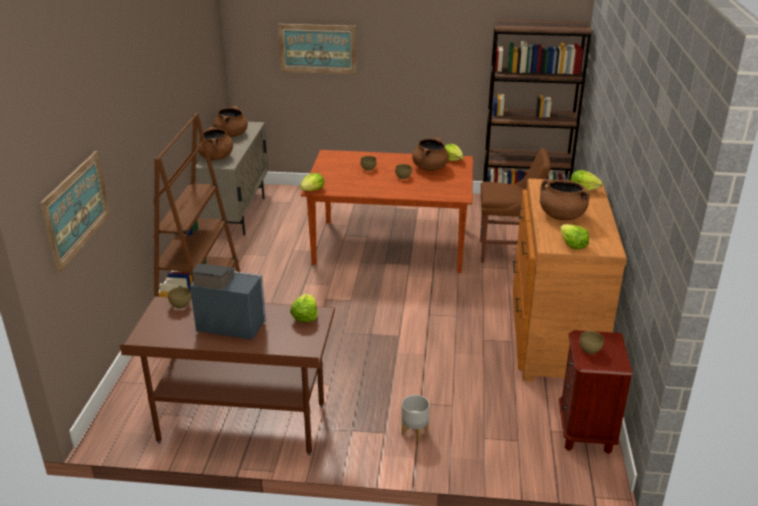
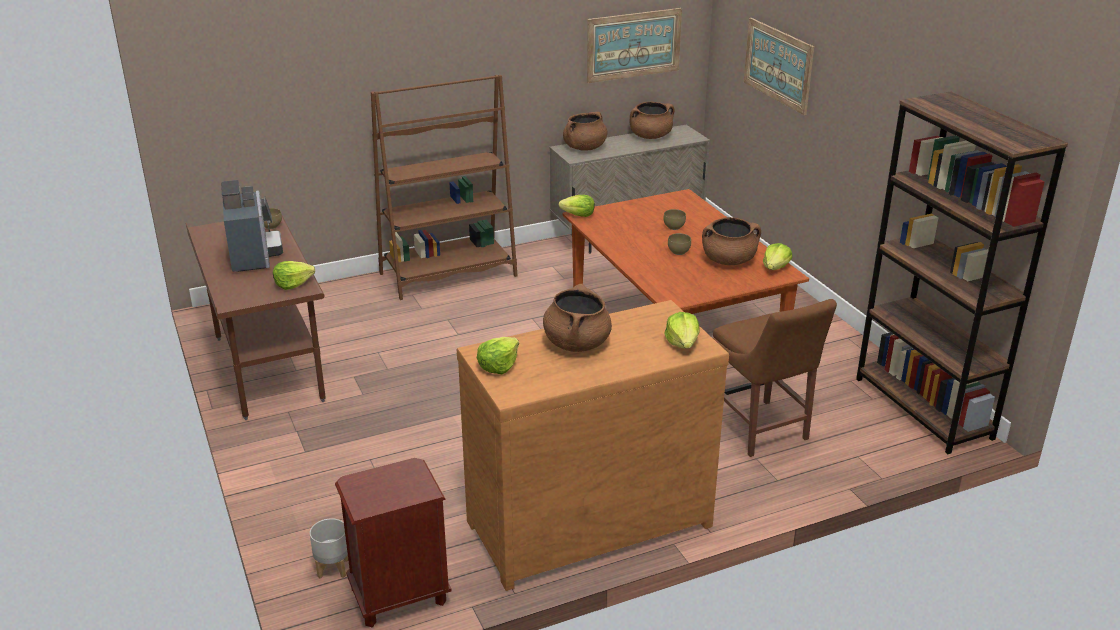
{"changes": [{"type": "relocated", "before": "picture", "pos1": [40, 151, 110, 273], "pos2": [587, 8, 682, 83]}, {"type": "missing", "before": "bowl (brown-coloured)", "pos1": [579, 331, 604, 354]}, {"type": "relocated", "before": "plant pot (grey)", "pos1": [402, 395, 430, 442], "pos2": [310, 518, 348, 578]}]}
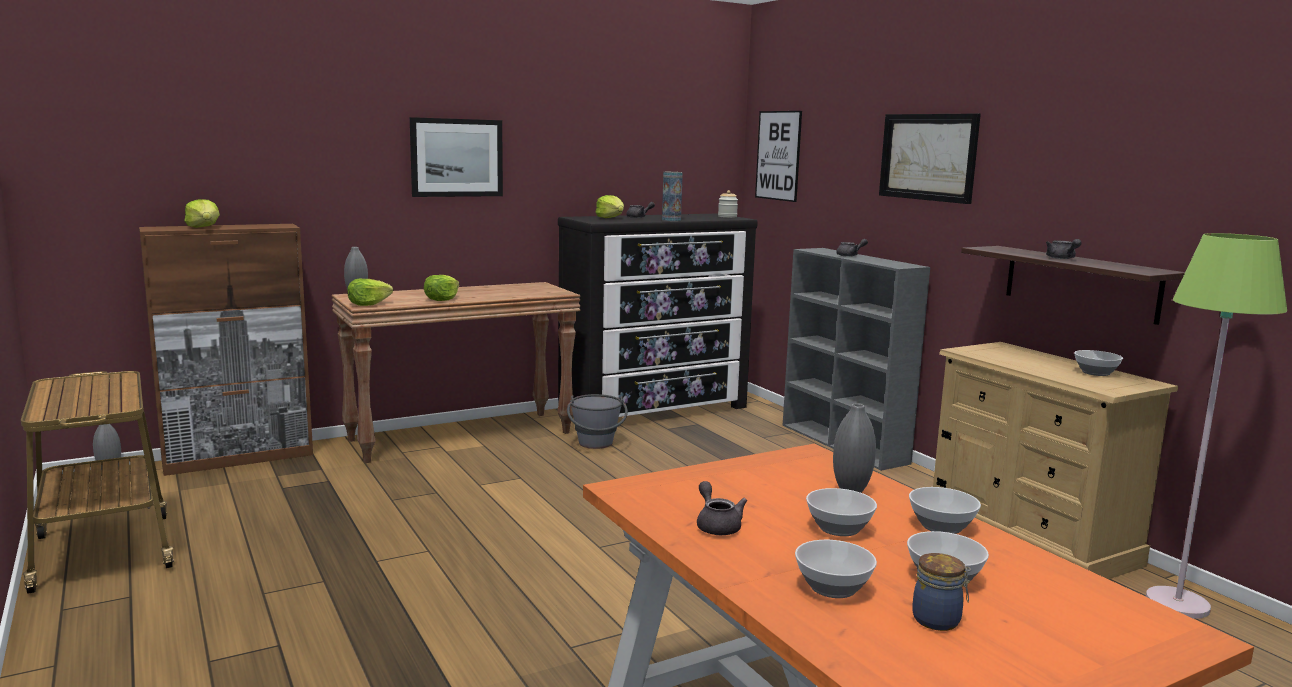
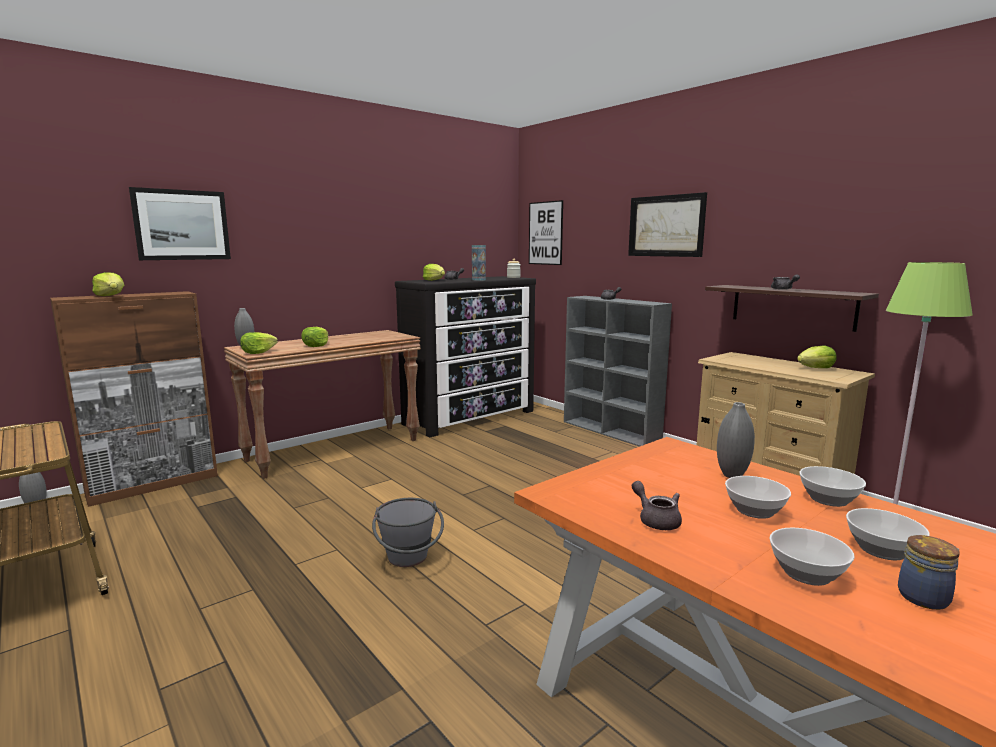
{"changes": [{"type": "relocated", "before": "picture", "pos1": [410, 117, 503, 197], "pos2": [129, 187, 231, 260]}, {"type": "exchanged", "before": "bowl", "after": "lettuce", "pos1": [1074, 350, 1123, 376], "pos2": [797, 346, 837, 368]}, {"type": "relocated", "before": "pail (grey)", "pos1": [567, 394, 628, 449], "pos2": [372, 498, 444, 567]}]}
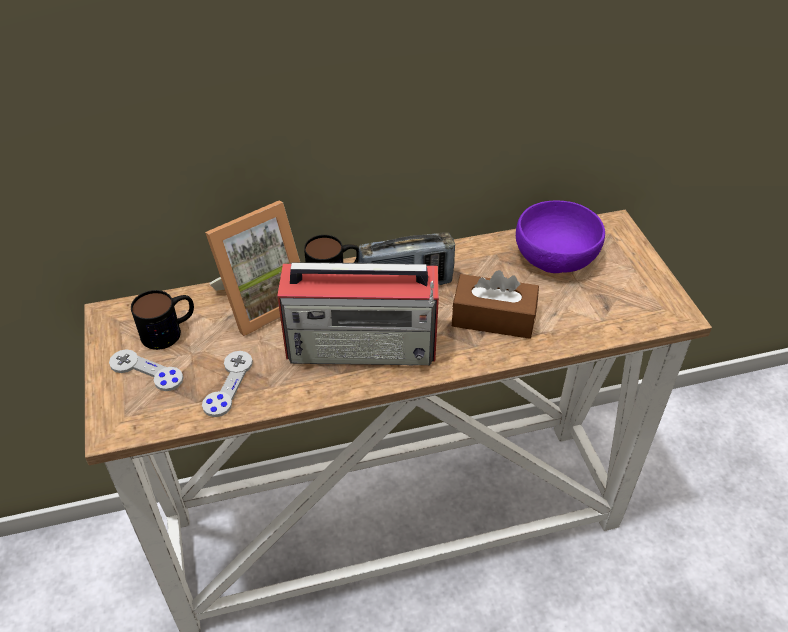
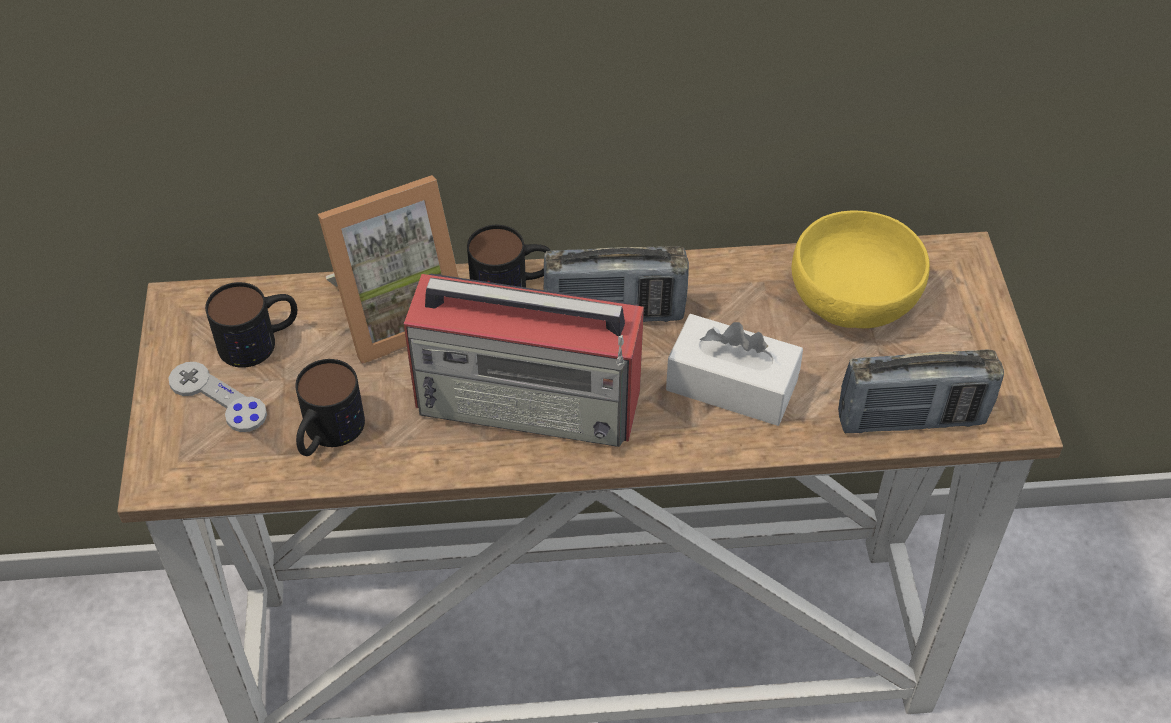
{"changes": [{"type": "colour", "before": "bowl (purplish)", "after": "bowl (yellowish)", "pos1": [516, 201, 605, 273], "pos2": [792, 210, 930, 328]}, {"type": "colour", "before": "tissue holder (brown-coloured)", "after": "tissue holder (whitish)", "pos1": [452, 270, 539, 339], "pos2": [666, 314, 803, 426]}, {"type": "exchanged", "before": "gamepad (grey)", "after": "coffee mug", "pos1": [202, 351, 253, 417], "pos2": [295, 359, 365, 456]}, {"type": "appeared", "after": "radio receiver", "pos2": [838, 349, 1004, 433]}]}
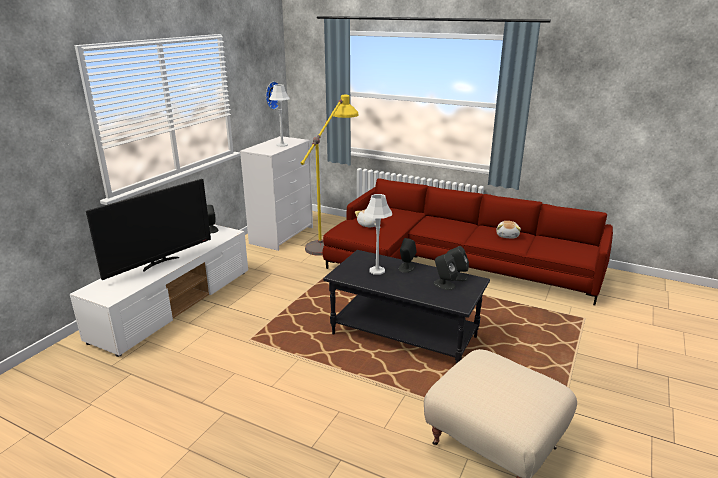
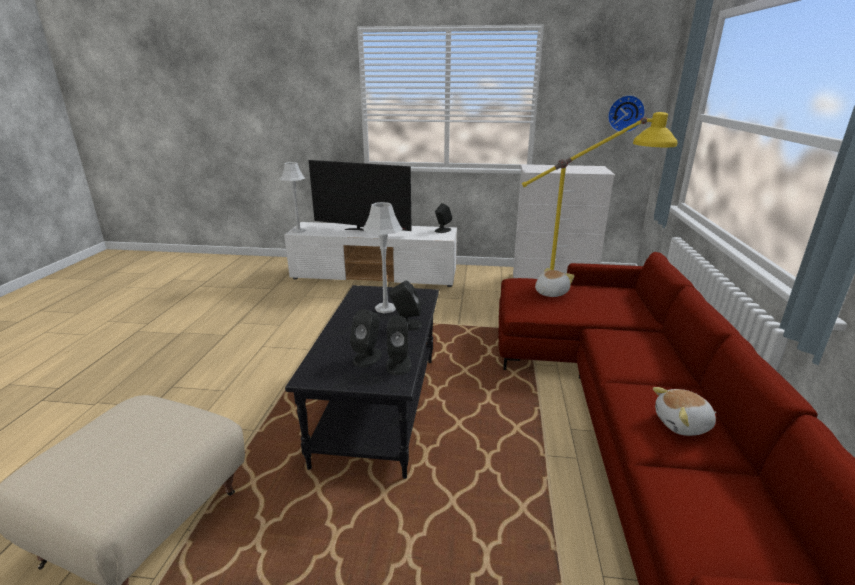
{"changes": [{"type": "relocated", "before": "lamp for a table (grey)", "pos1": [269, 85, 290, 147], "pos2": [280, 162, 306, 233]}]}
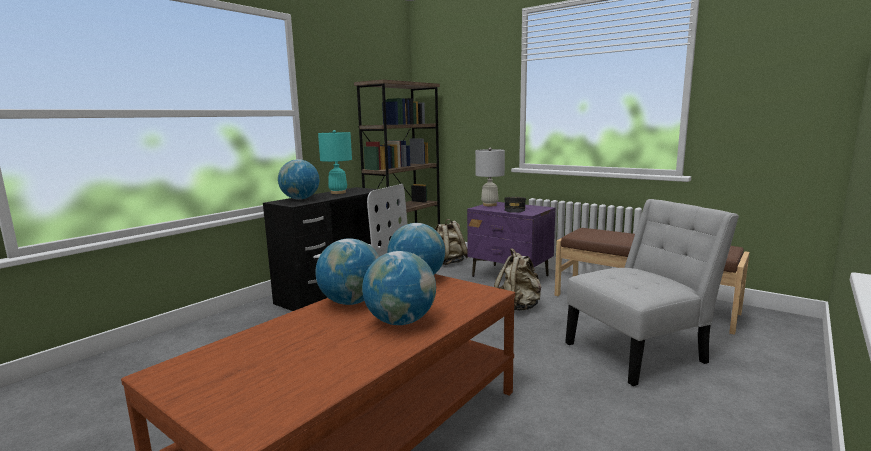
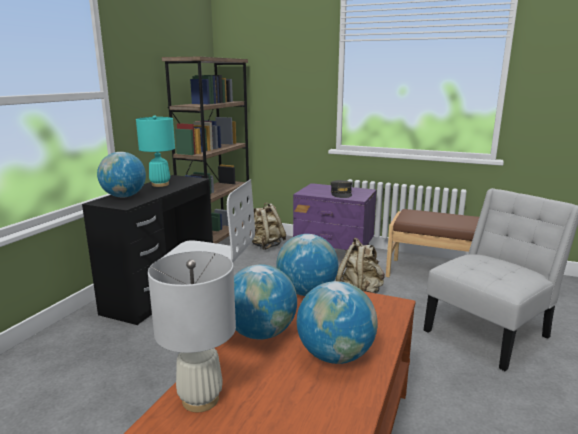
{"changes": [{"type": "relocated", "before": "lamp for a table (whitish)", "pos1": [475, 148, 505, 206], "pos2": [148, 251, 236, 412]}]}
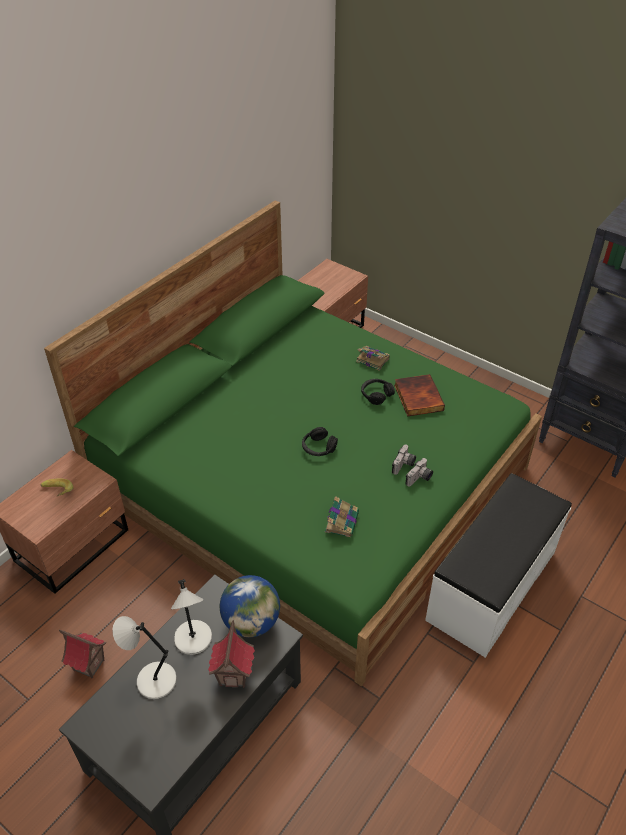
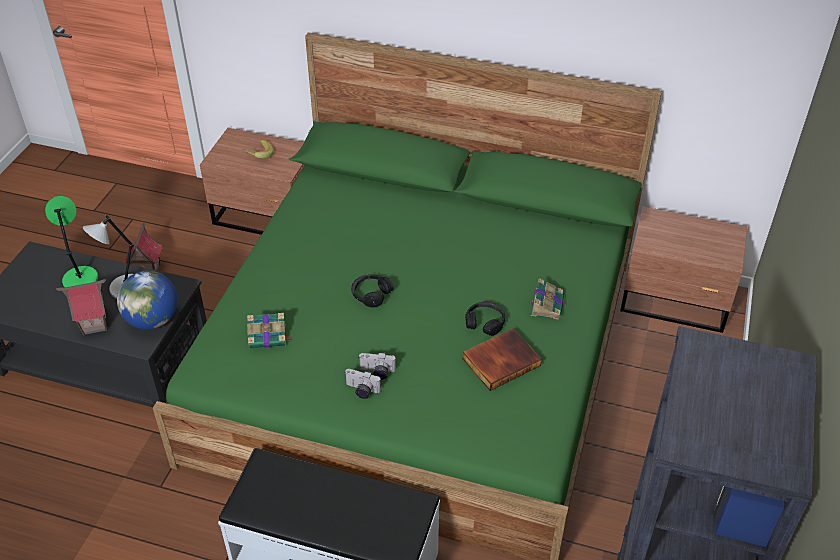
{"changes": [{"type": "colour", "before": "lamp for a table (grey)", "after": "lamp for a table (greenish)", "pos1": [112, 616, 177, 699], "pos2": [45, 196, 98, 287]}]}
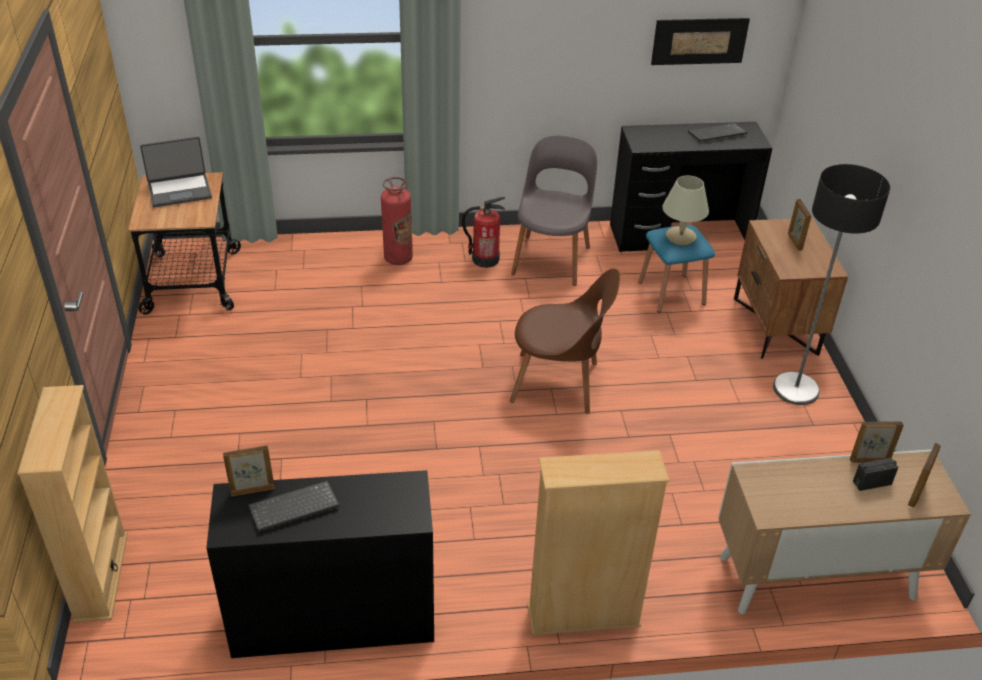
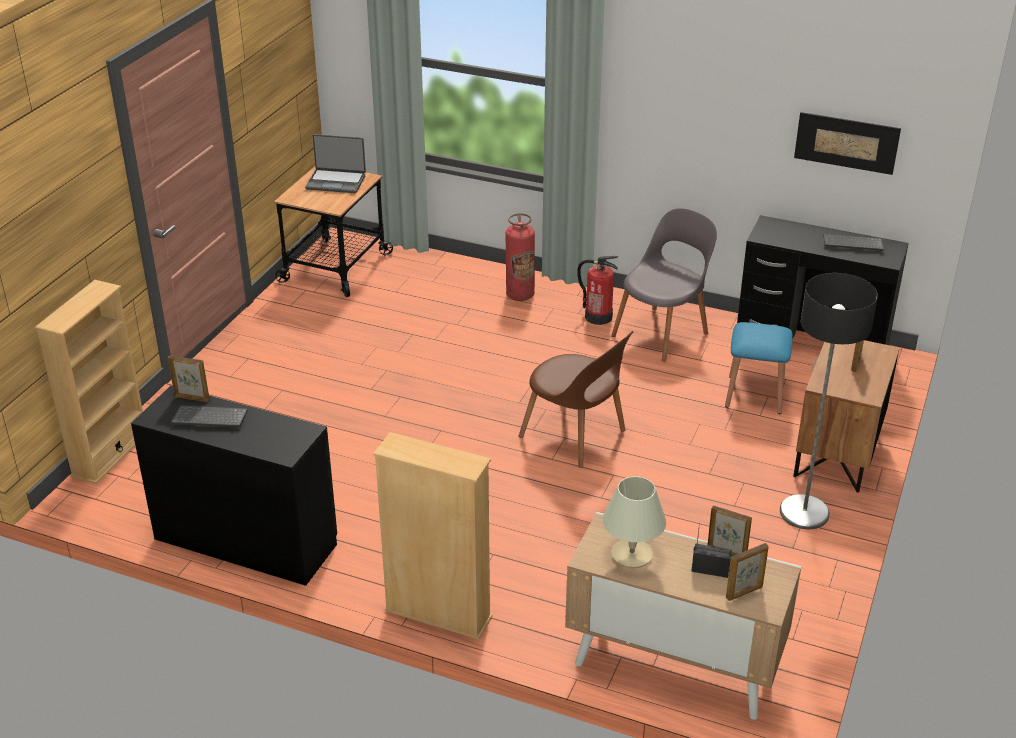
{"changes": [{"type": "relocated", "before": "lamp for a table (beige-coloured)", "pos1": [662, 176, 709, 245], "pos2": [603, 476, 666, 568]}]}
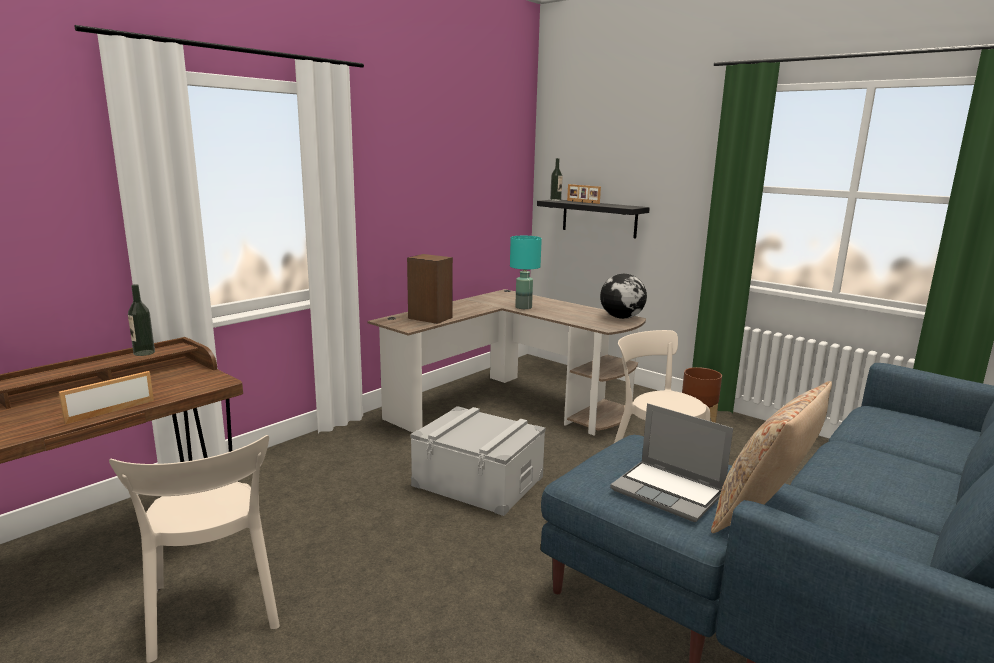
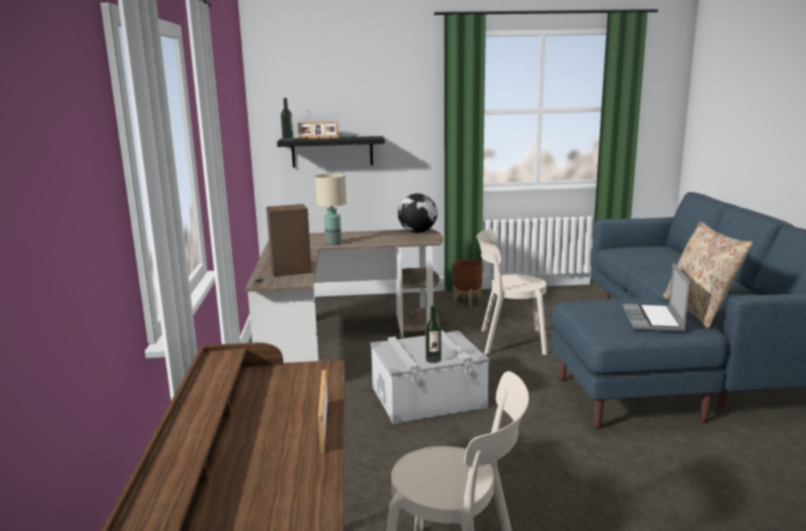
{"changes": [{"type": "colour", "before": "lamp for a table (blue-green)", "after": "lamp for a table (beige-coloured)", "pos1": [510, 236, 542, 309], "pos2": [315, 173, 347, 245]}, {"type": "relocated", "before": "bottle", "pos1": [128, 284, 155, 356], "pos2": [425, 305, 441, 363]}, {"type": "spun", "before": "laptop", "pos1": [610, 403, 733, 522], "pos2": [623, 263, 690, 332], "turn": 105}]}
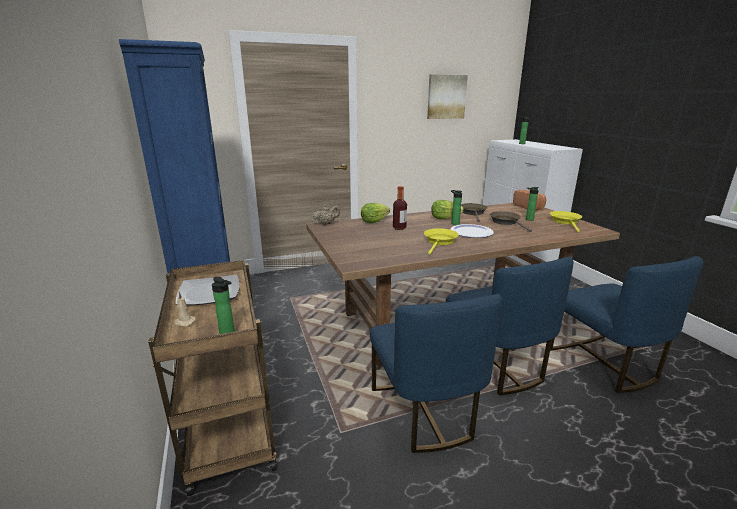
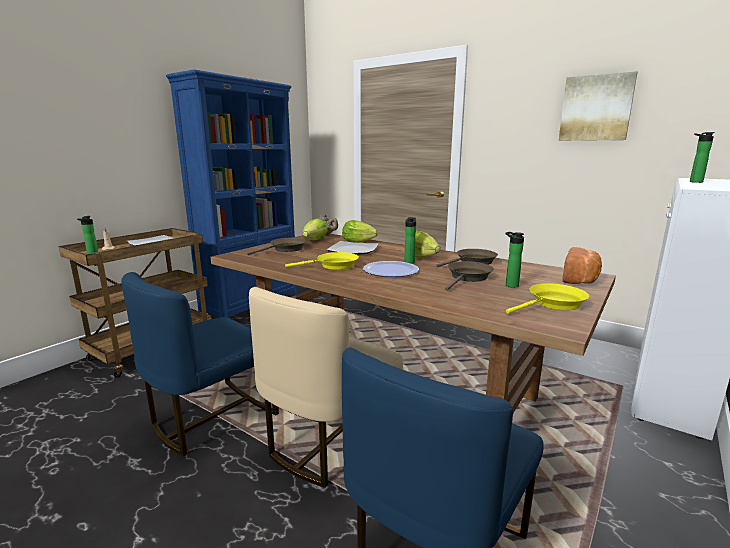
{"changes": [{"type": "exchanged", "before": "bottle", "after": "dinner plate", "pos1": [393, 186, 407, 230], "pos2": [326, 241, 378, 255]}, {"type": "colour", "before": "upright chair (bluish)", "after": "upright chair (beige-coloured)", "pos1": [446, 257, 574, 395], "pos2": [249, 287, 403, 488]}, {"type": "appeared", "after": "lettuce", "pos2": [303, 218, 328, 240]}, {"type": "appeared", "after": "pan (brown-coloured)", "pos2": [247, 238, 306, 255]}]}
